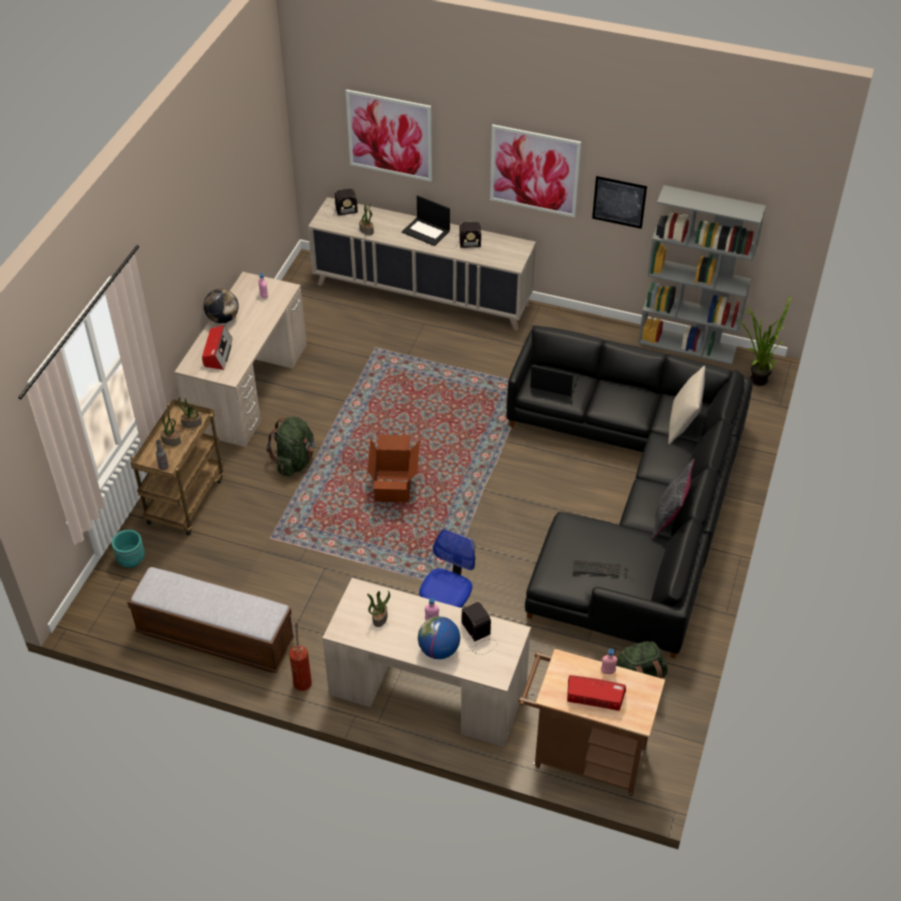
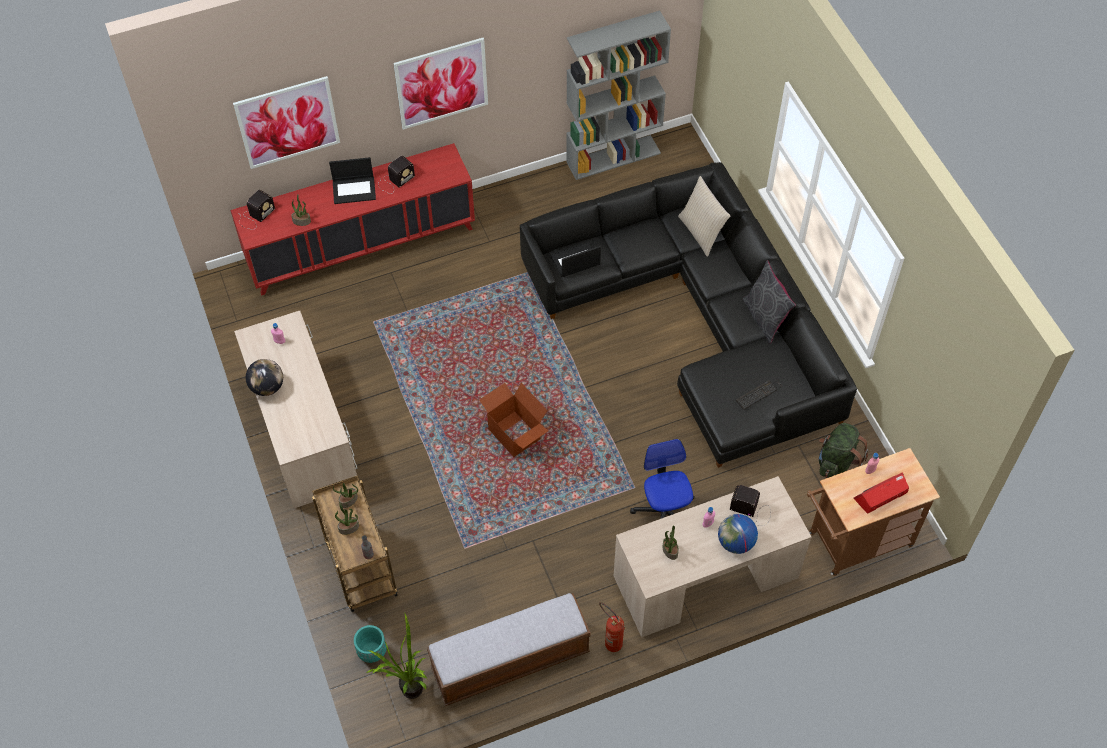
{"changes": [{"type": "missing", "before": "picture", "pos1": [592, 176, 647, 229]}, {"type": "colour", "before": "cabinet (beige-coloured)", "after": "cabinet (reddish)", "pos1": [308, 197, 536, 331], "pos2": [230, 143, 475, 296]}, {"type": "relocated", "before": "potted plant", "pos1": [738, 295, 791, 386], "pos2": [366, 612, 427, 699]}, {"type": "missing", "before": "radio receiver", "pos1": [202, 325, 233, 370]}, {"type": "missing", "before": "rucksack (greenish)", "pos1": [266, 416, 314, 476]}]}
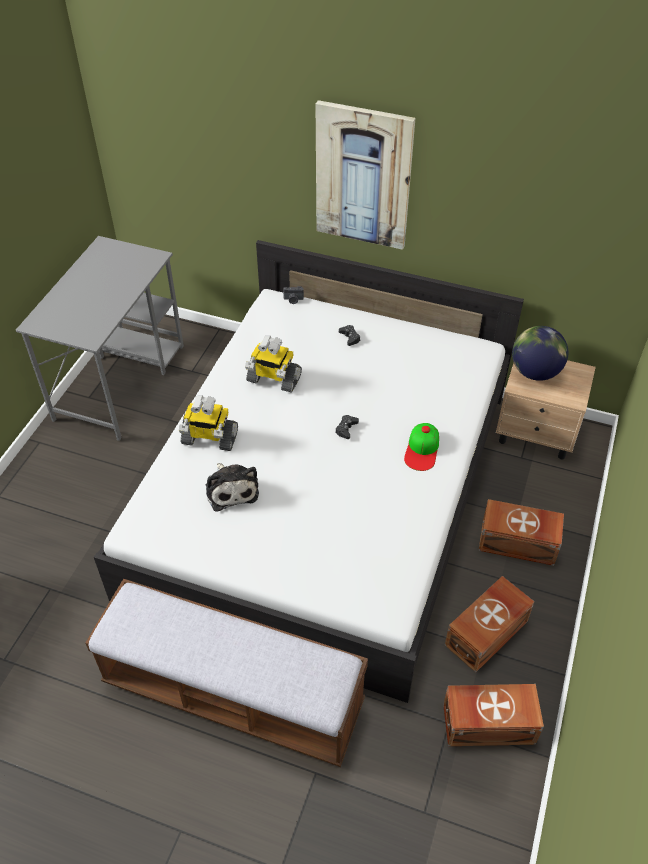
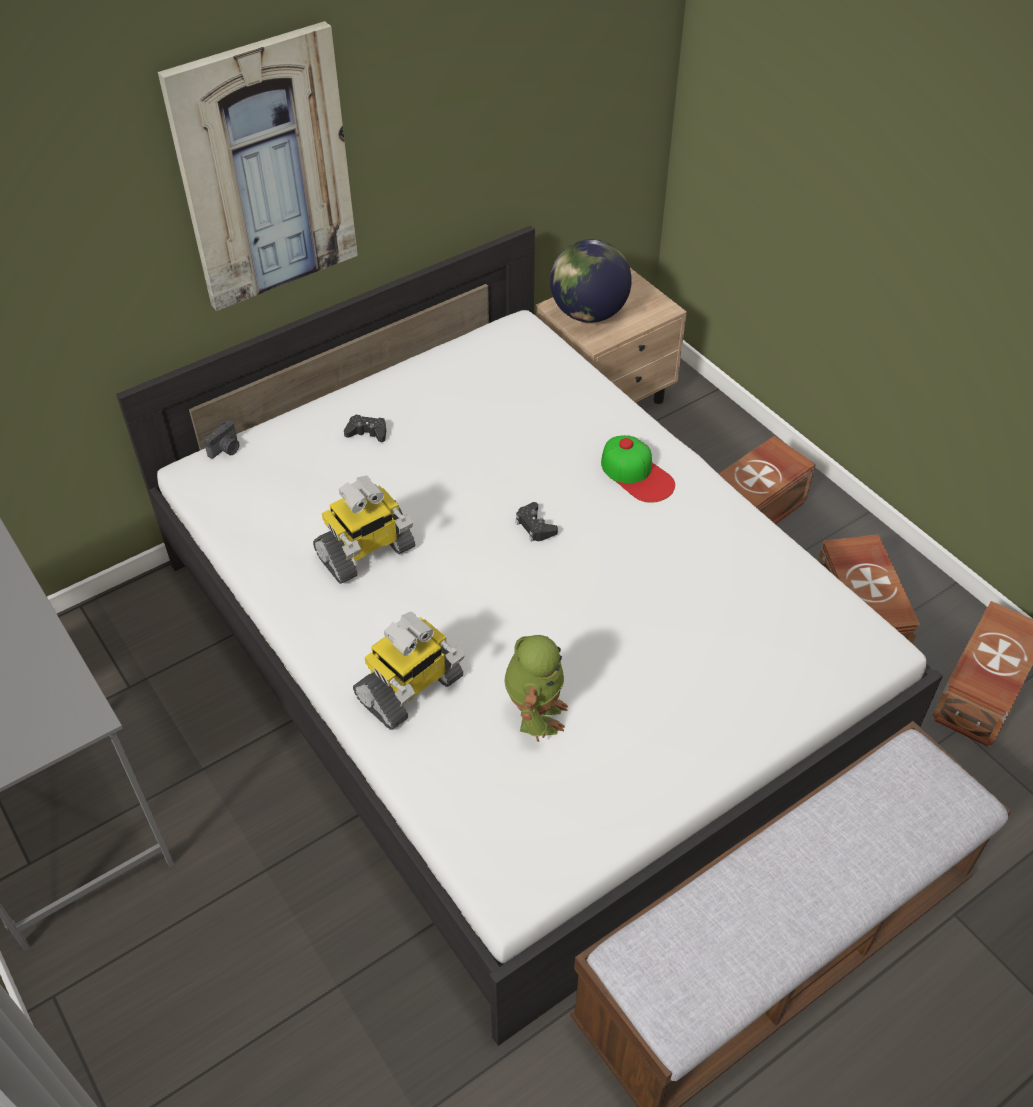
{"changes": [{"type": "exchanged", "before": "cuddly toy", "after": "toy robot", "pos1": [206, 463, 259, 512], "pos2": [504, 635, 568, 742]}]}
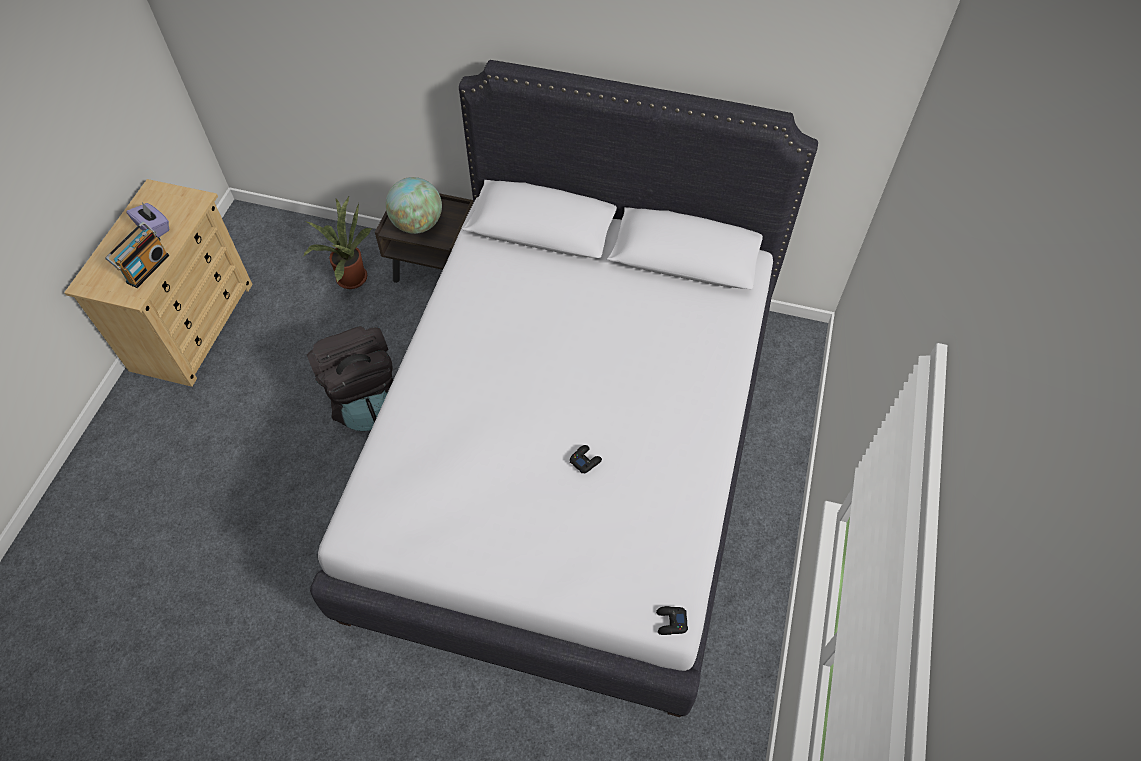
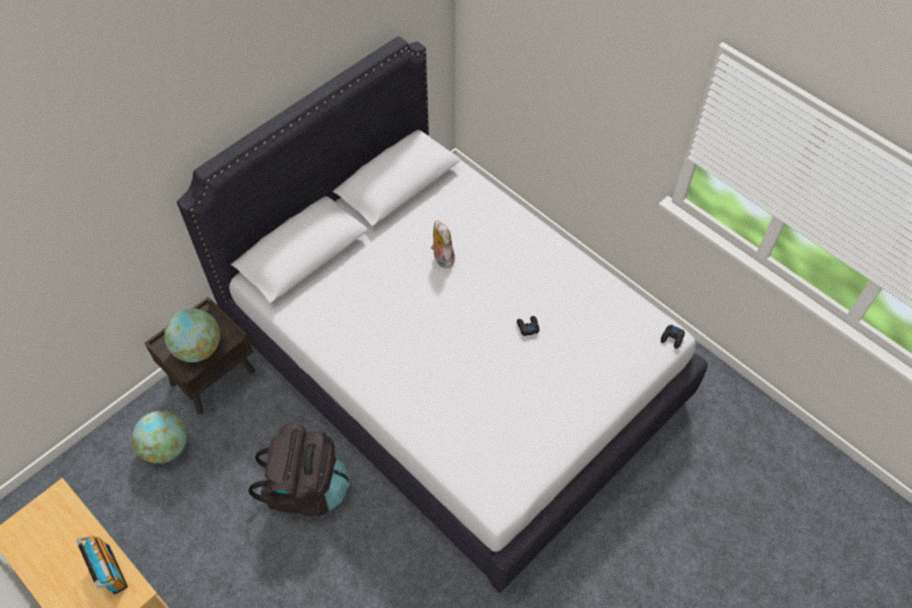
{"changes": [{"type": "exchanged", "before": "potted plant", "after": "desk globe", "pos1": [304, 197, 373, 289], "pos2": [132, 411, 187, 464]}, {"type": "missing", "before": "tissue holder (purplish)", "pos1": [127, 202, 169, 237]}, {"type": "appeared", "after": "cuddly toy", "pos2": [431, 220, 455, 268]}]}
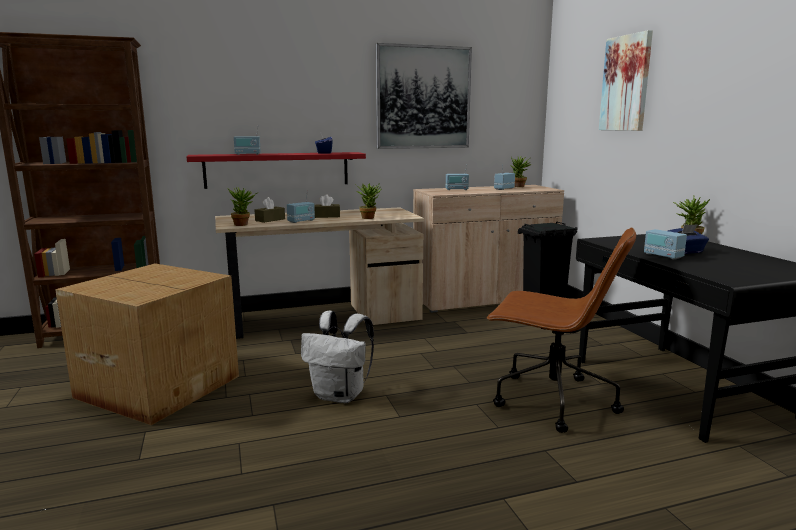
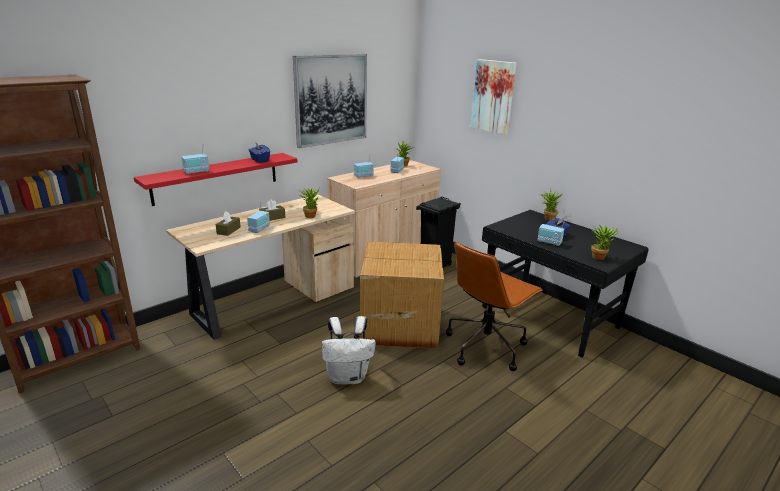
{"changes": [{"type": "relocated", "before": "potted plant", "pos1": [228, 187, 257, 226], "pos2": [591, 225, 618, 260]}, {"type": "spun", "before": "computer chair (brown-coloured)", "pos1": [486, 227, 636, 433], "pos2": [446, 241, 543, 371], "turn": 135}, {"type": "relocated", "before": "carton", "pos1": [55, 264, 239, 425], "pos2": [360, 241, 444, 349]}]}
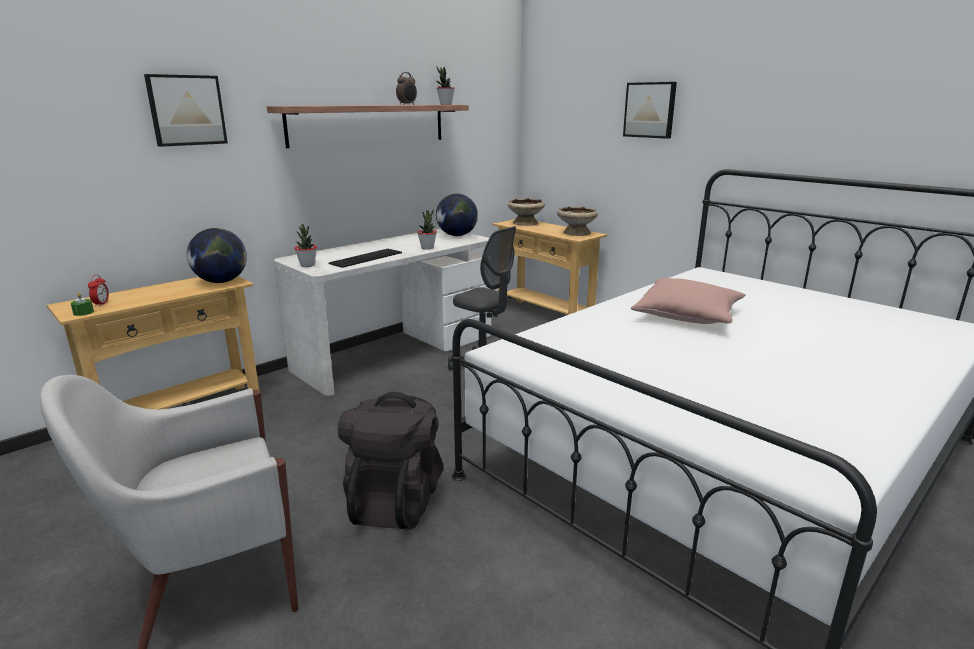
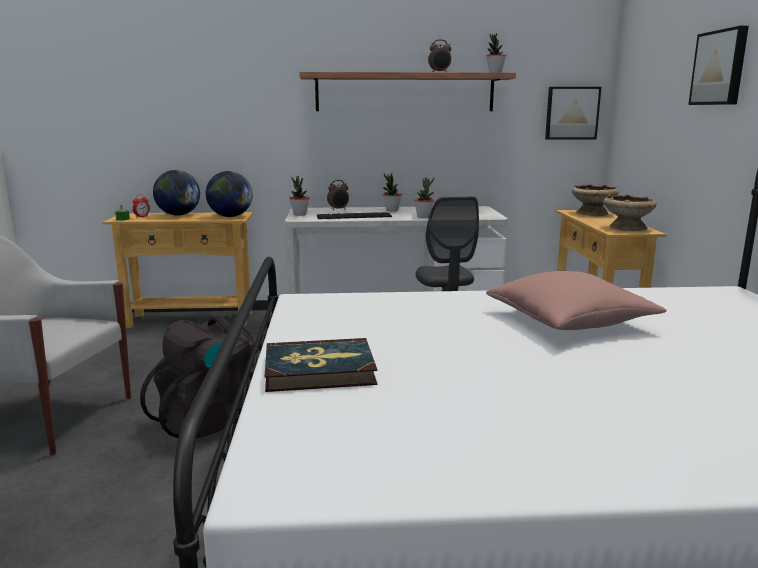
{"changes": [{"type": "relocated", "before": "picture", "pos1": [144, 74, 228, 147], "pos2": [545, 87, 601, 140]}, {"type": "relocated", "before": "desk globe", "pos1": [436, 194, 478, 236], "pos2": [153, 170, 200, 215]}, {"type": "appeared", "after": "potted plant", "pos2": [383, 173, 402, 211]}, {"type": "appeared", "after": "table clock", "pos2": [327, 180, 349, 210]}, {"type": "appeared", "after": "book", "pos2": [264, 338, 377, 392]}]}
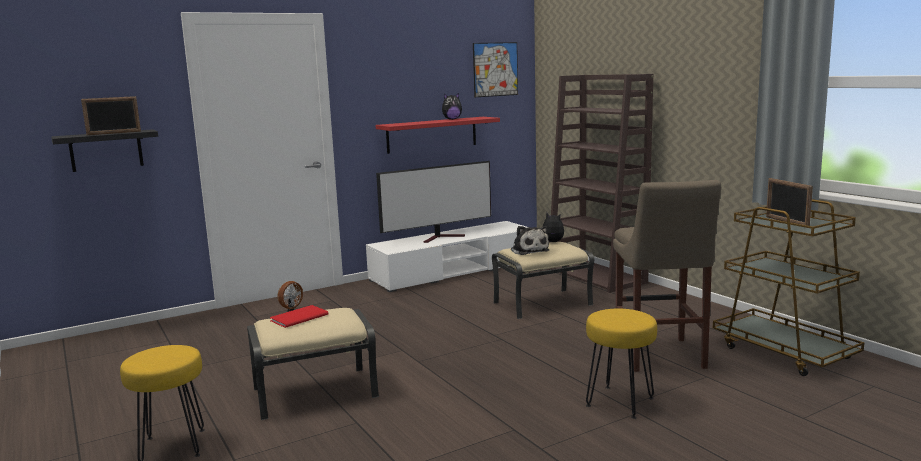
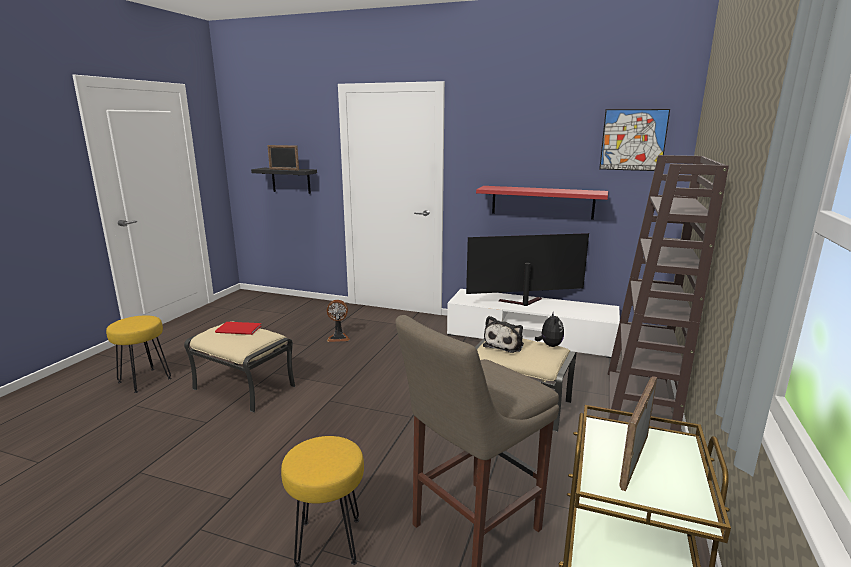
{"changes": [{"type": "missing", "before": "cuddly toy", "pos1": [442, 93, 462, 120]}, {"type": "spun", "before": "television", "pos1": [376, 161, 491, 243], "pos2": [466, 233, 589, 306], "turn": 150}]}
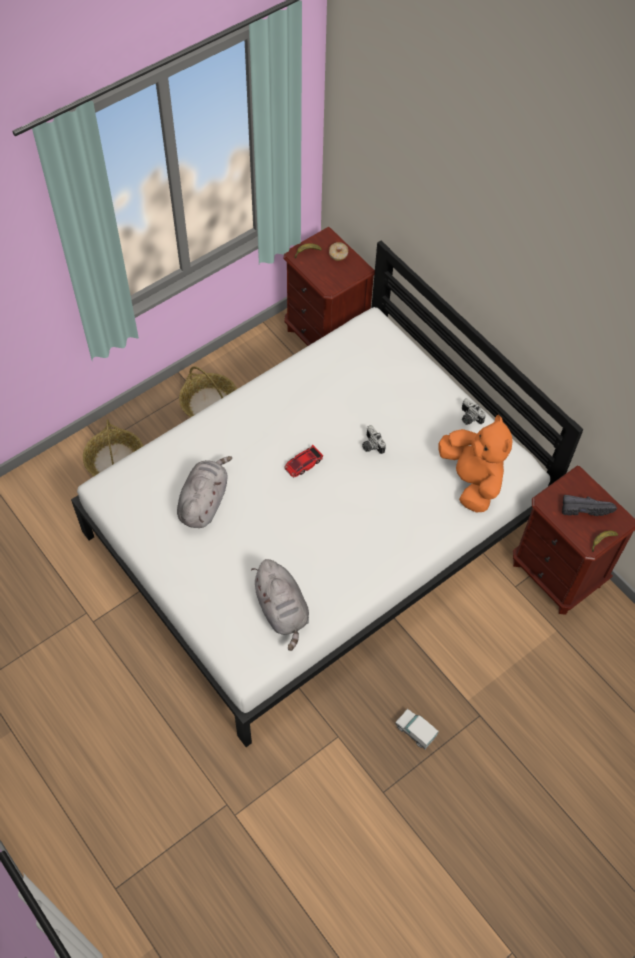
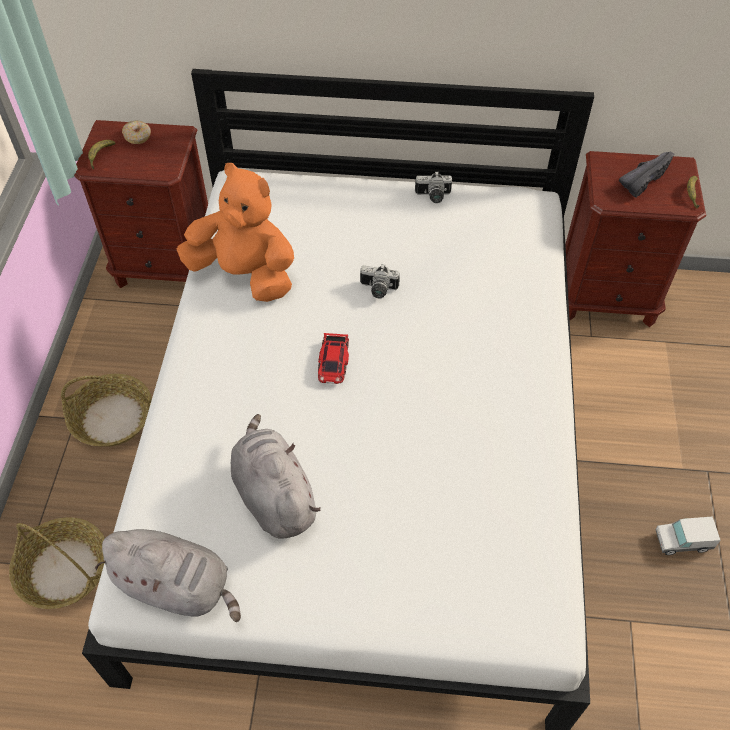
{"changes": [{"type": "relocated", "before": "cuddly toy (orange)", "pos1": [438, 415, 512, 512], "pos2": [177, 163, 294, 302]}, {"type": "relocated", "before": "cuddly toy (grey)", "pos1": [251, 559, 309, 651], "pos2": [95, 529, 241, 622]}]}
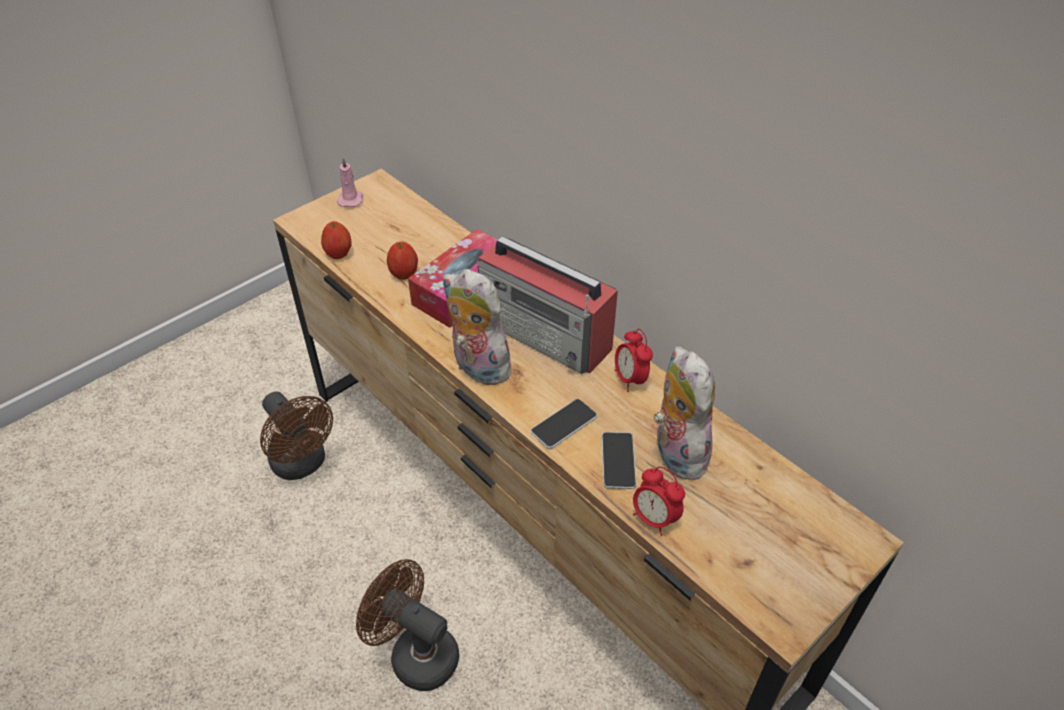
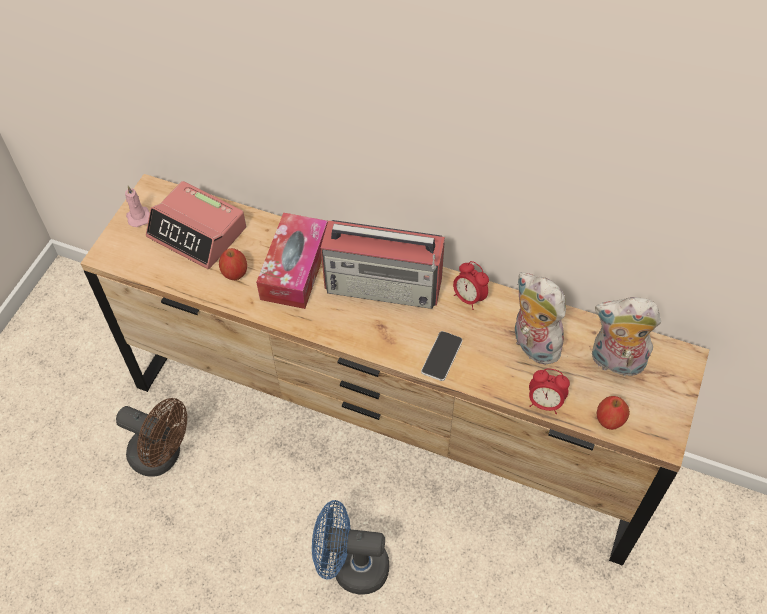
{"changes": [{"type": "relocated", "before": "apple", "pos1": [321, 221, 352, 259], "pos2": [597, 396, 630, 430]}, {"type": "relocated", "before": "cuddly toy", "pos1": [443, 269, 513, 385], "pos2": [592, 297, 661, 380]}, {"type": "missing", "before": "phone", "pos1": [601, 432, 637, 489]}, {"type": "colour", "before": "electric fan (brown-coloured)", "after": "electric fan (bluish)", "pos1": [356, 559, 459, 691], "pos2": [312, 500, 389, 595]}, {"type": "appeared", "after": "table clock", "pos2": [146, 181, 246, 269]}]}
